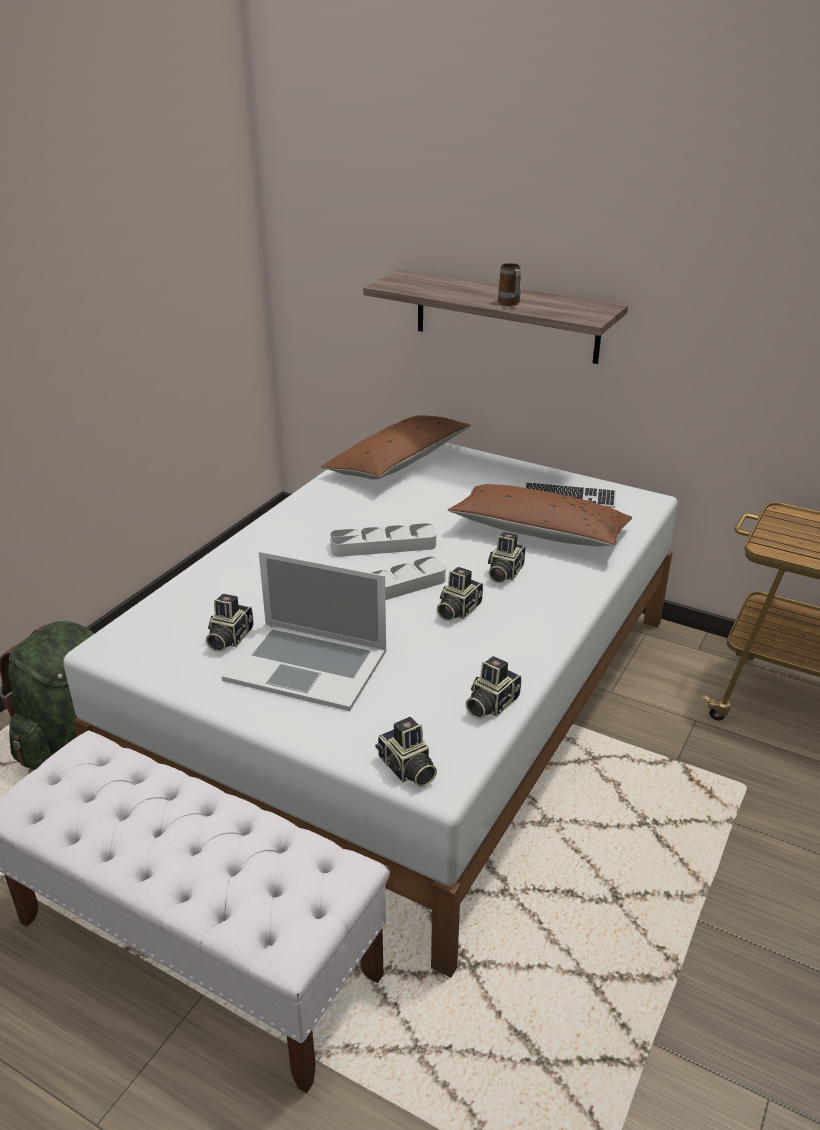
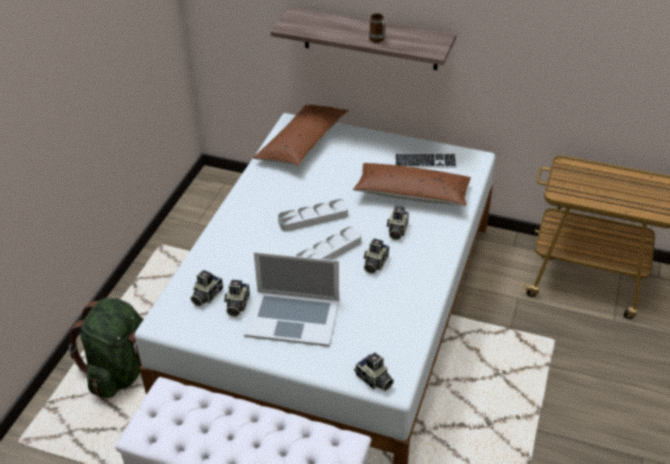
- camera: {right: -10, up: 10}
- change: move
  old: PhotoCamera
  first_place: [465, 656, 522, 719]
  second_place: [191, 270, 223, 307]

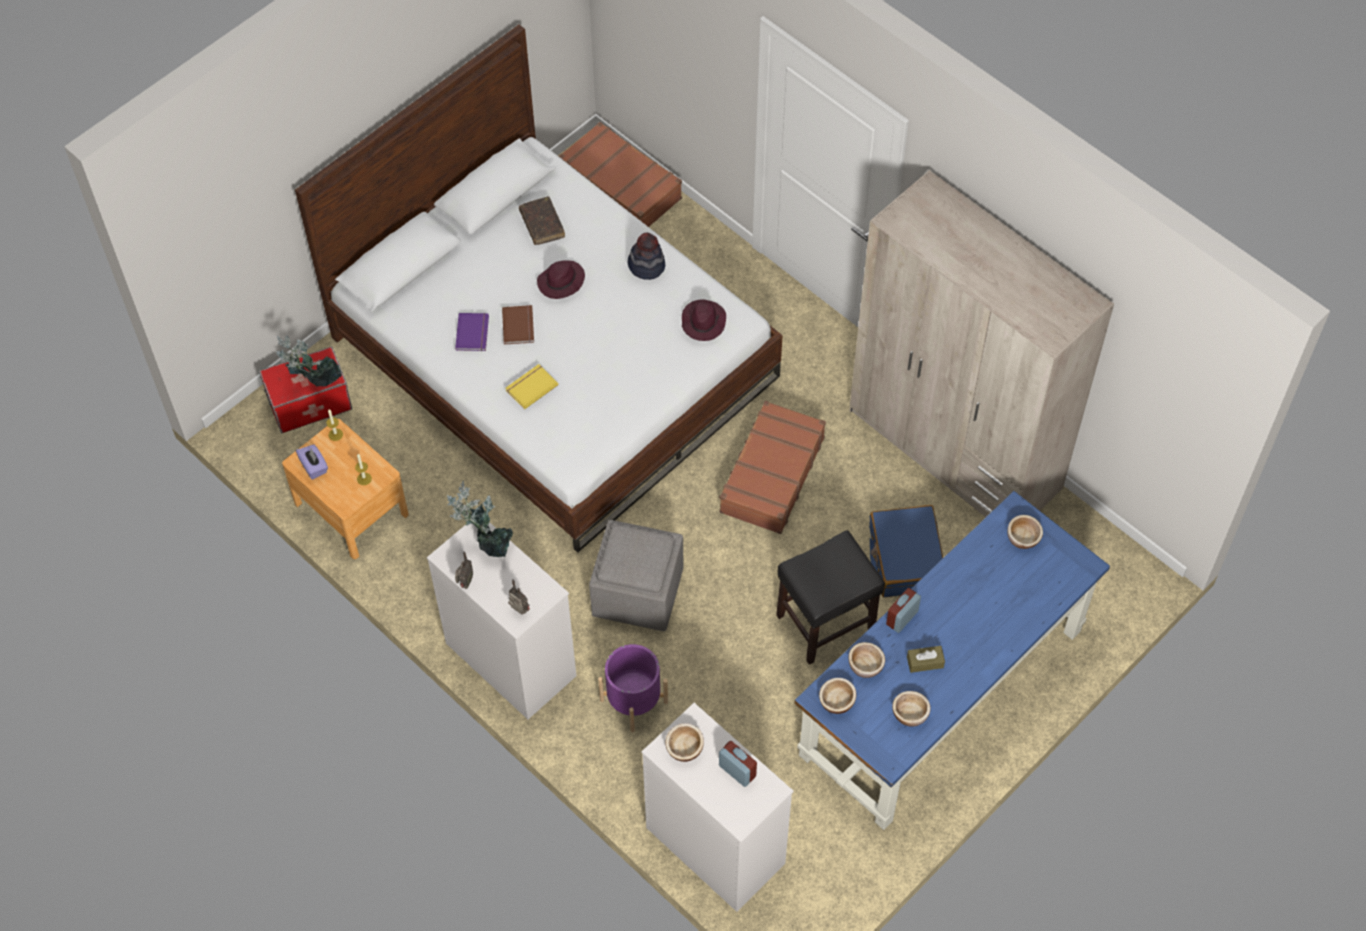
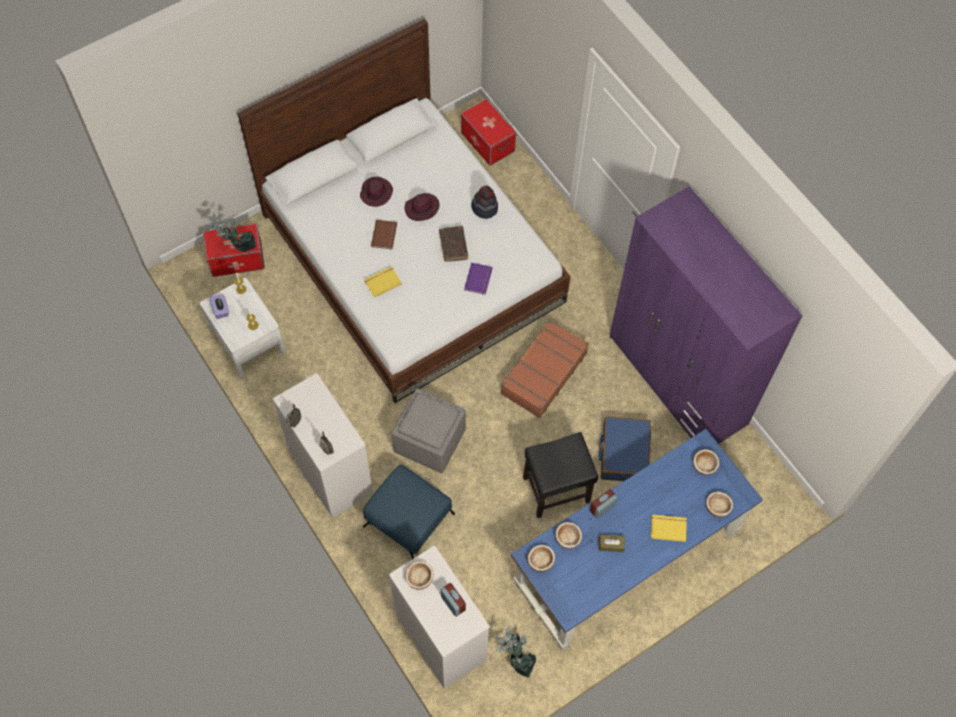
- camera: {right: 10, up: 5}
- change: recolor
  old: BrownNightstand
  new: WhiteNightstand
  first_place: [282, 419, 409, 559]
  second_place: [200, 278, 285, 377]
- change: move
  old: PurpleHat
  first_place: [682, 300, 726, 341]
  second_place: [360, 177, 393, 207]
- change: replace
  old: PurplePlanter
  new: BlueOttoman
  first_place: [598, 644, 668, 732]
  second_place: [363, 465, 455, 559]
- change: move
  old: BrownBook
  first_place: [519, 196, 565, 245]
  second_place: [439, 226, 468, 262]
- change: replace
  old: BrownSuitcase
  new: StorageBox
  first_place: [559, 122, 682, 227]
  second_place: [461, 98, 517, 166]
- change: move
  old: PurpleBook
  first_place: [455, 313, 489, 351]
  second_place: [464, 263, 493, 295]
- change: move
  old: PottedPlant
  first_place: [447, 481, 513, 557]
  second_place: [495, 625, 536, 678]
- change: recolor
  old: BeigeWardrobe
  new: PurpleWardrobe
  first_place: [850, 170, 1114, 517]
  second_place: [610, 186, 803, 444]
- change: insert
  new: YellowBook
  second_place: [651, 515, 687, 542]
- change: move
  old: Bowl
  first_place: [892, 691, 931, 727]
  second_place: [706, 492, 733, 517]

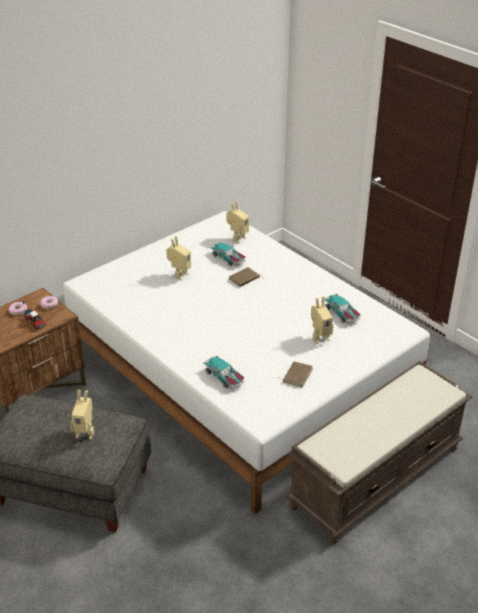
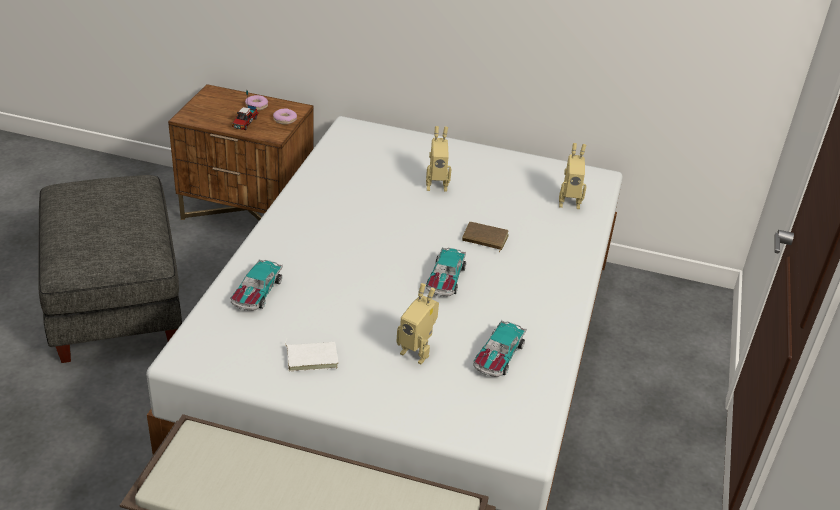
- camera: {right: 55, up: 0}
- change: recolor
  old: BrownBook
  new: WhiteBook
  first_place: [277, 361, 313, 387]
  second_place: [285, 339, 339, 371]
- change: move
  old: ToyCar
  first_place: [210, 242, 246, 266]
  second_place: [426, 247, 466, 296]
- change: delete
  old: ToyRobot
  first_place: [70, 390, 94, 440]

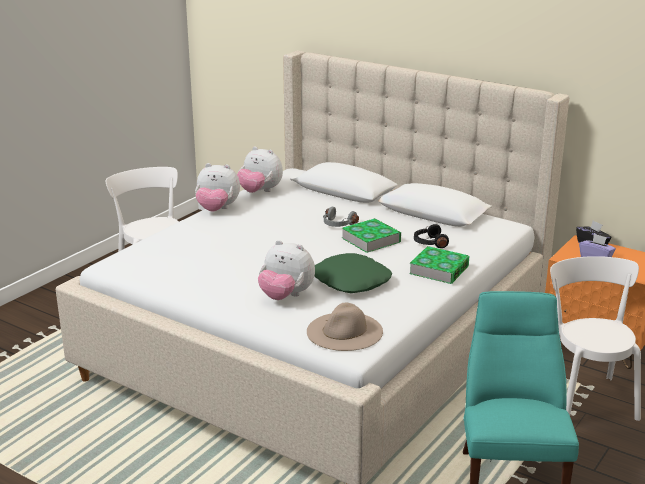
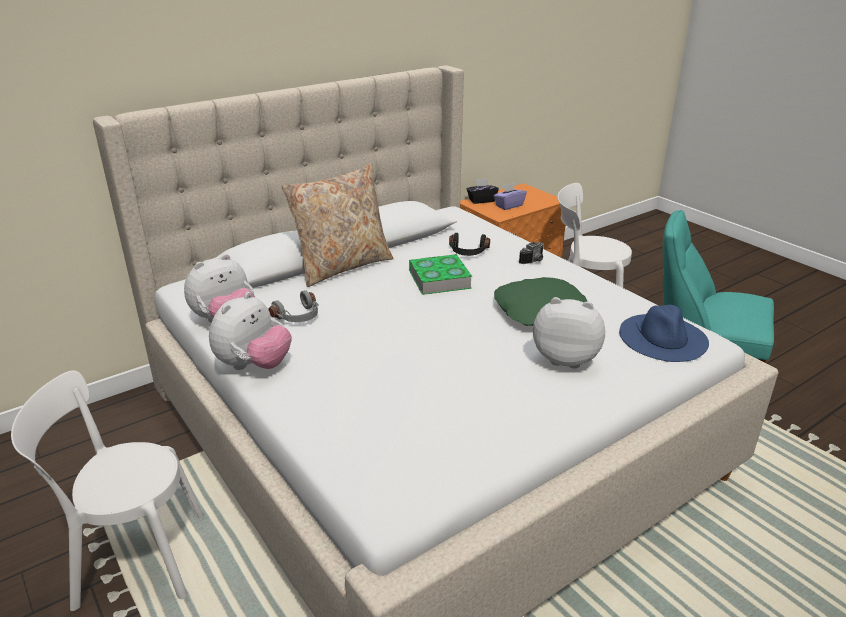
- camera: {right: -70, up: 5}
- change: move
  old: GreyHeadphones
  first_place: [323, 206, 359, 227]
  second_place: [268, 290, 319, 322]
- change: insert
  new: BeigePillow
  second_place: [281, 164, 393, 287]
- change: replace
  old: Book
  new: PhotoCamera
  first_place: [409, 246, 469, 284]
  second_place: [519, 242, 543, 264]
- change: rotate
  old: PlushToy
  first_place: [258, 240, 315, 300]
  second_place: [533, 297, 605, 368]
  degrees: -120
- change: recolor
  old: BeigeHat
  new: BlueHat
  first_place: [307, 303, 383, 351]
  second_place: [619, 305, 709, 362]

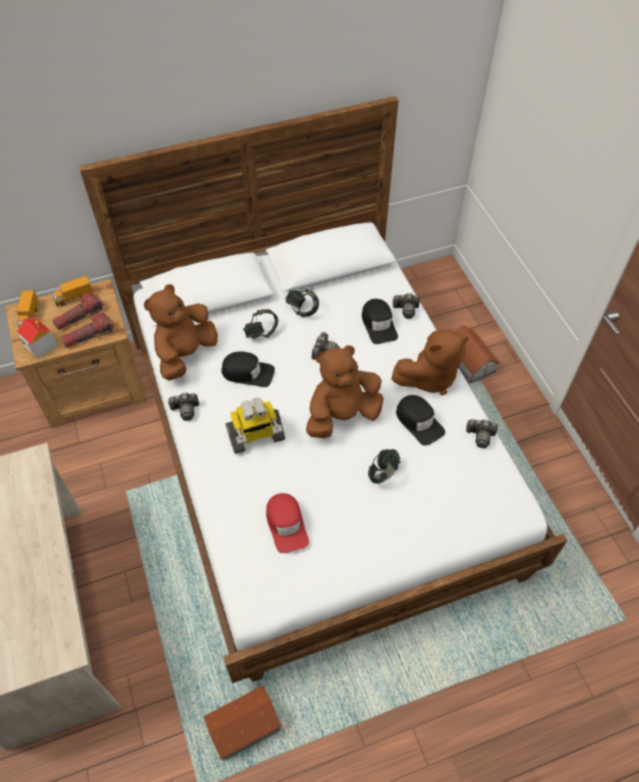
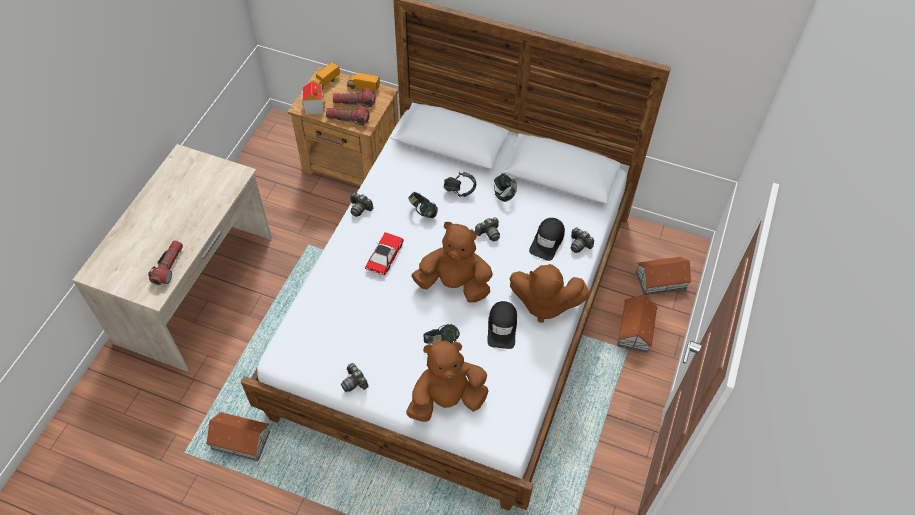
- camera: {right: 40, up: 0}
- change: insert
  new: Flashlight
  second_place: [148, 240, 183, 285]
- change: move
  old: PhotoCamera
  first_place: [466, 419, 498, 448]
  second_place: [341, 363, 369, 392]
- change: replace
  old: ToyRobot
  new: ToyCar
  first_place: [225, 398, 285, 454]
  second_place: [365, 232, 404, 276]
- change: move
  old: BrownPlushToy
  first_place: [144, 284, 218, 381]
  second_place: [406, 340, 488, 422]
- change: replace
  old: BlackCap
  new: Headphones
  first_place: [221, 352, 275, 387]
  second_place: [408, 192, 438, 218]
- change: insert
  new: ToyHouse
  second_place: [636, 257, 691, 295]
- change: delete
  old: RedCap
  first_place: [266, 493, 309, 553]

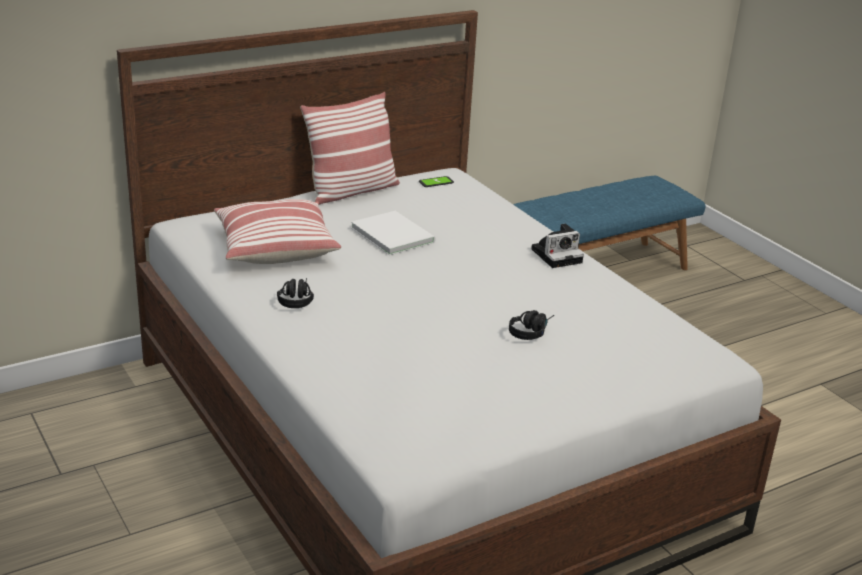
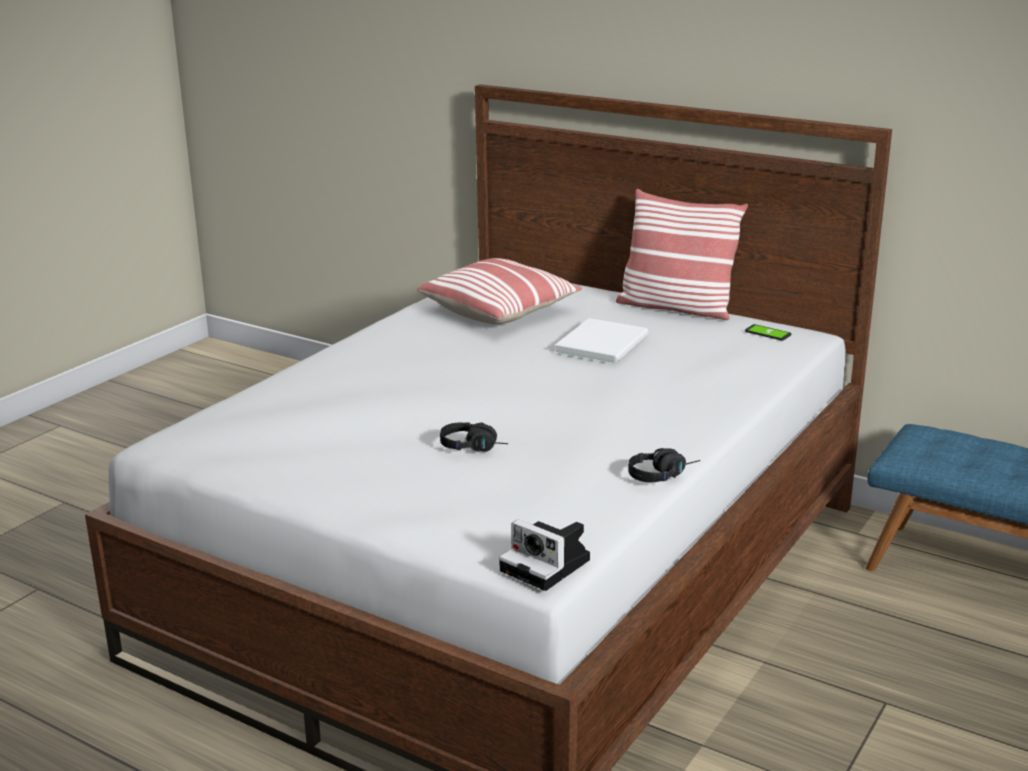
- camera: {right: 65, up: -5}
- change: move
  old: PhotoCamera
  first_place: [531, 224, 584, 268]
  second_place: [499, 519, 590, 591]
- change: move
  old: BlackHeadphones
  first_place: [277, 278, 314, 308]
  second_place: [628, 448, 701, 482]

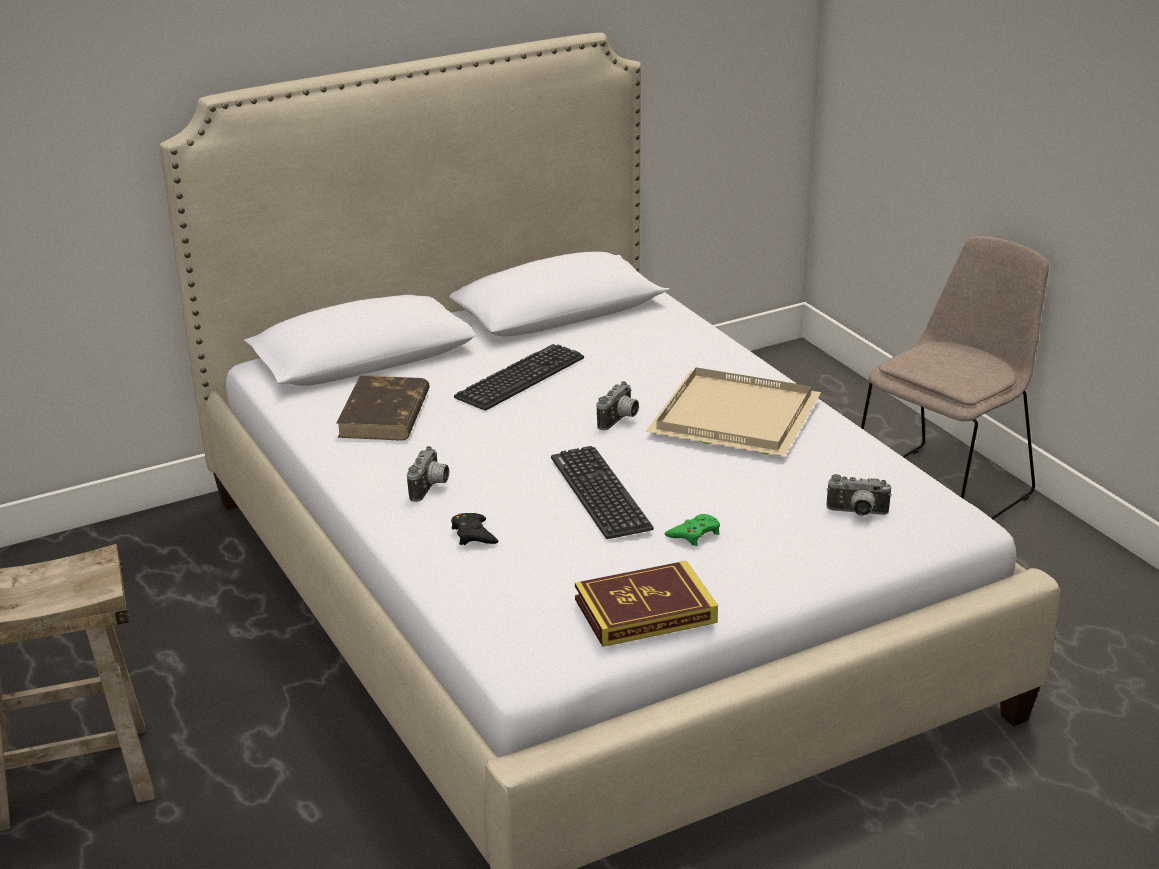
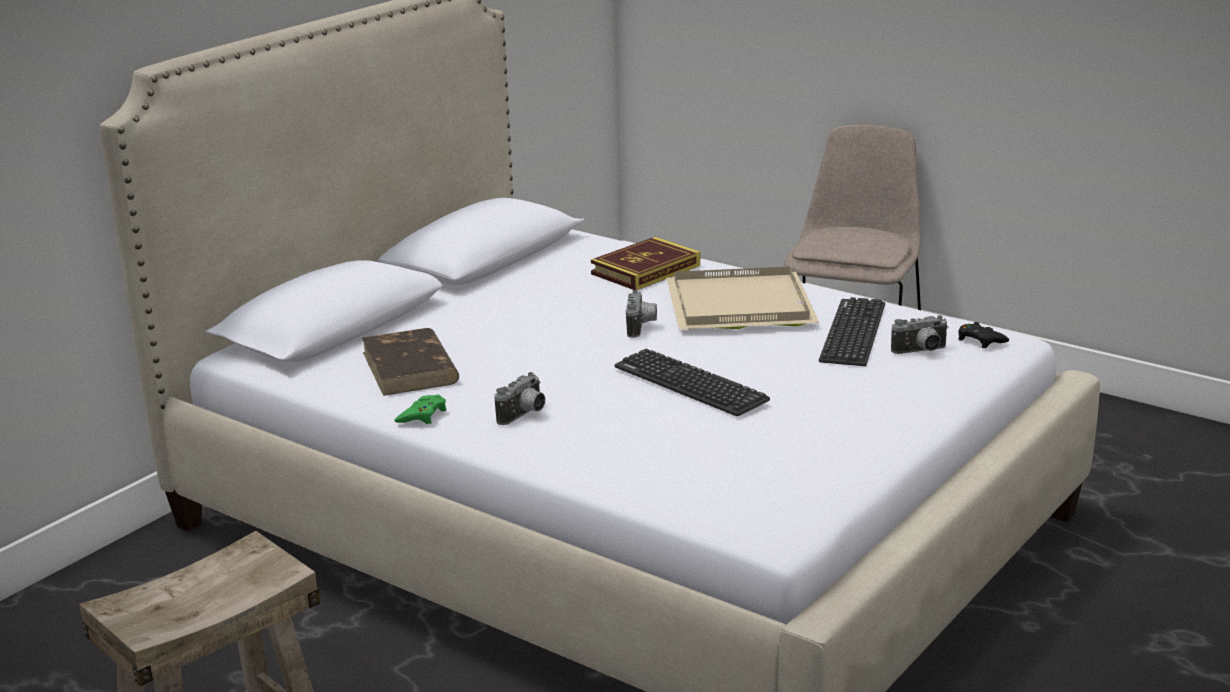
- camera: {right: -25, up: -5}
- change: move
  old: GreenGameController
  first_place: [665, 514, 720, 546]
  second_place: [394, 395, 446, 424]
- change: rotate
  old: PhotoCamera
  first_place: [407, 446, 449, 502]
  second_place: [494, 372, 545, 425]
  degrees: 45
- change: move
  old: Book
  first_place: [575, 561, 718, 647]
  second_place: [591, 237, 700, 290]
- change: move
  old: Keyboard
  first_place: [454, 344, 584, 411]
  second_place: [819, 297, 885, 366]
- change: move
  old: BlackGameController
  first_place: [451, 513, 498, 545]
  second_place: [958, 322, 1009, 348]

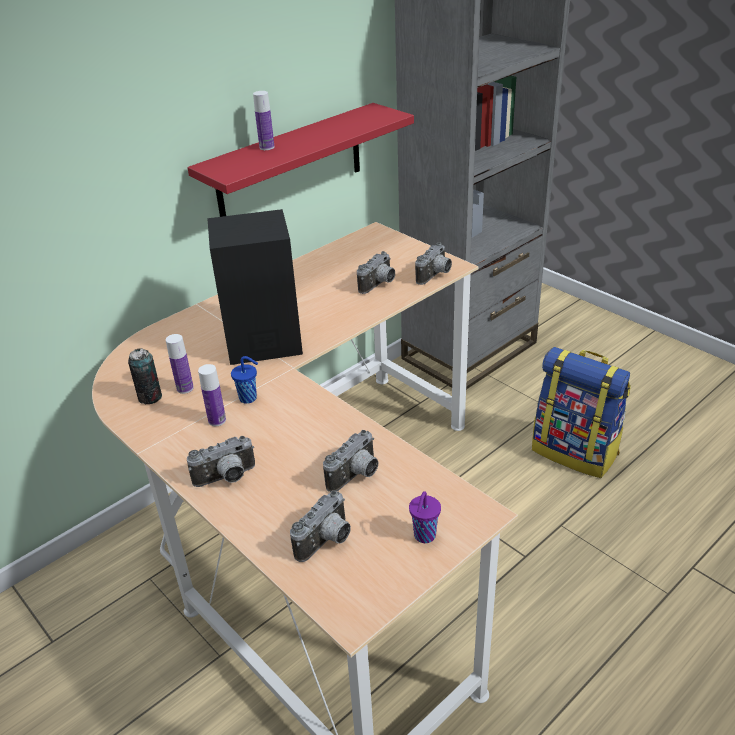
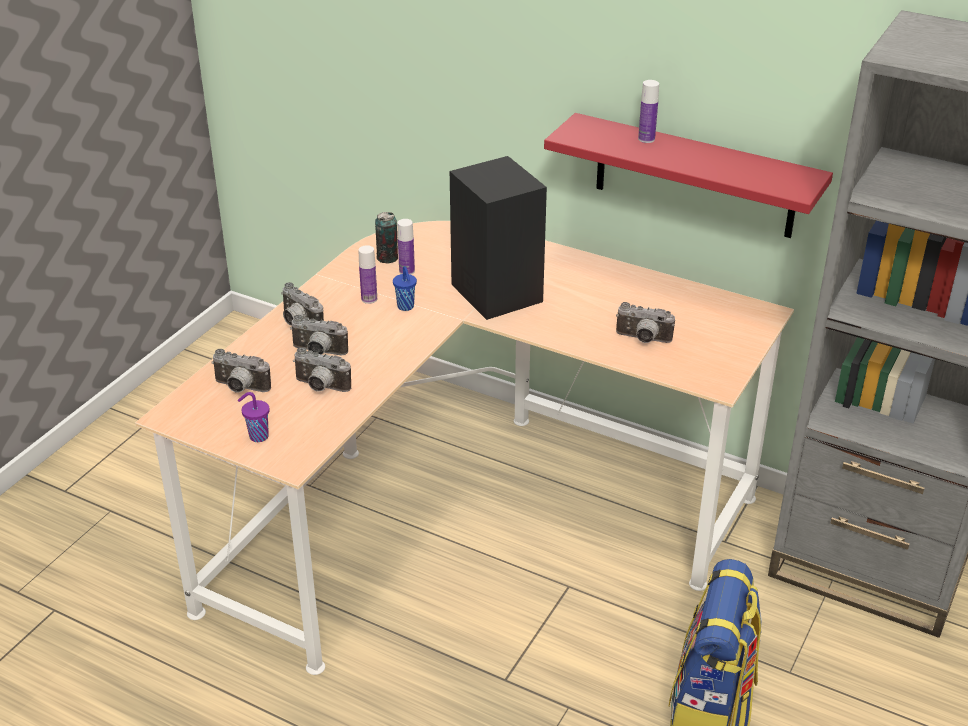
- camera: {right: 70, up: 0}
- change: move
  old: PhotoCamera
  first_place: [415, 242, 452, 285]
  second_place: [290, 315, 348, 355]

